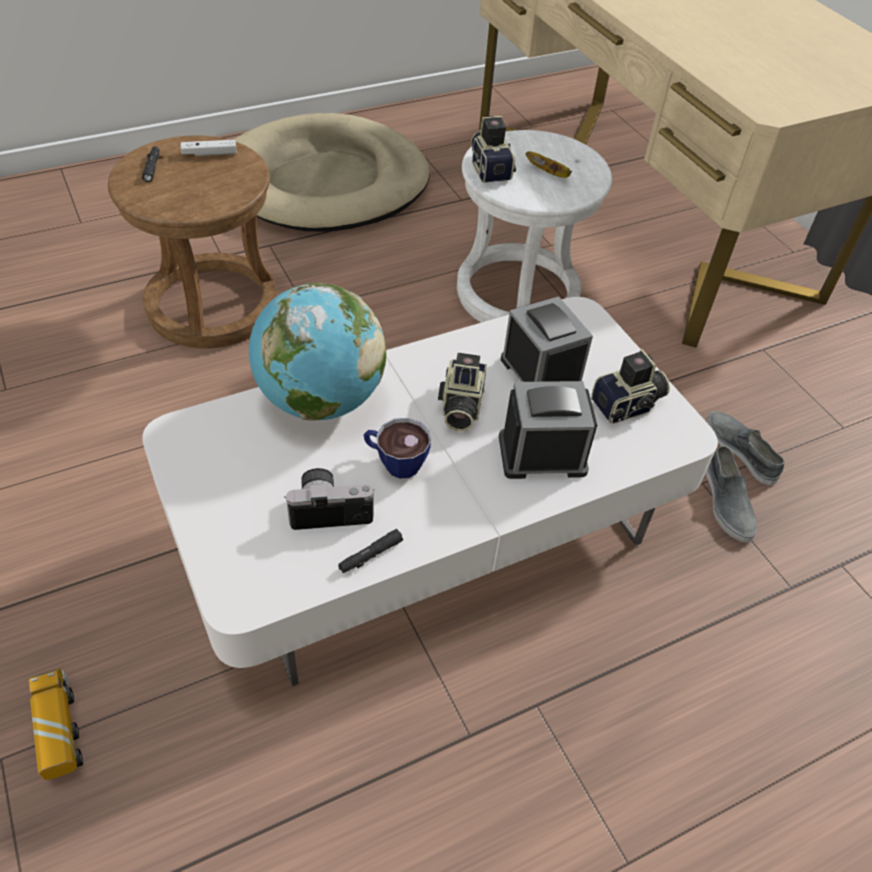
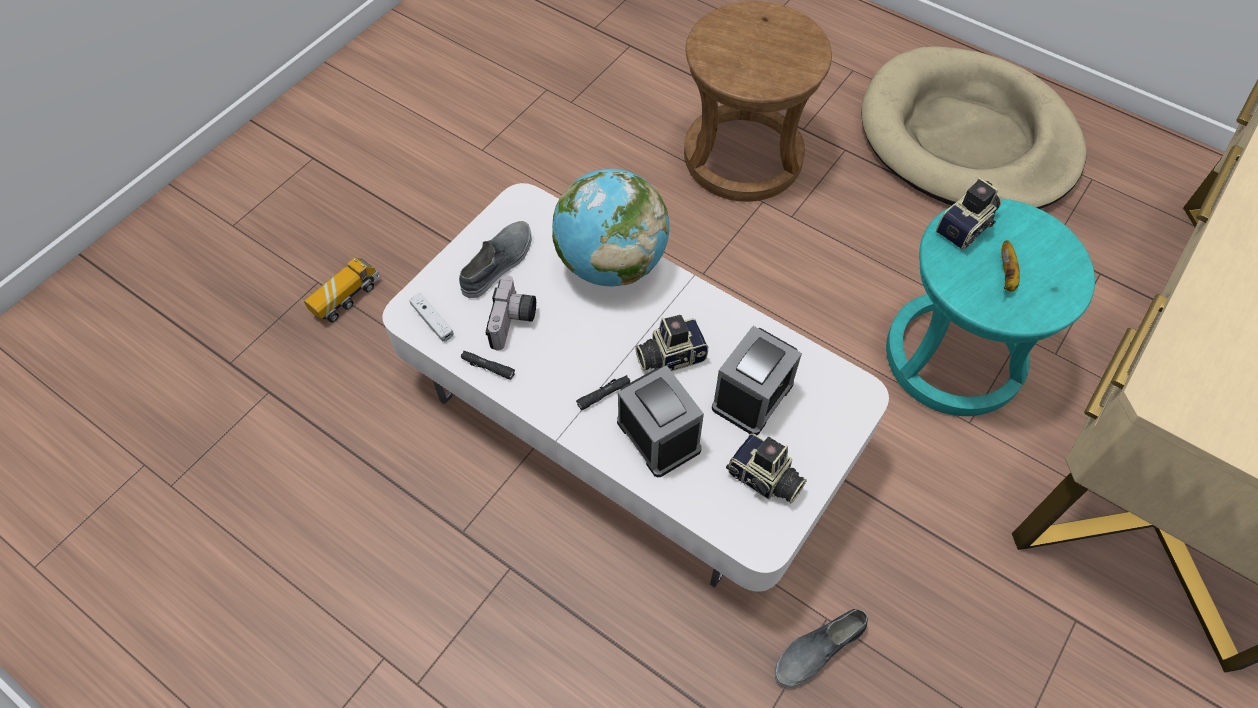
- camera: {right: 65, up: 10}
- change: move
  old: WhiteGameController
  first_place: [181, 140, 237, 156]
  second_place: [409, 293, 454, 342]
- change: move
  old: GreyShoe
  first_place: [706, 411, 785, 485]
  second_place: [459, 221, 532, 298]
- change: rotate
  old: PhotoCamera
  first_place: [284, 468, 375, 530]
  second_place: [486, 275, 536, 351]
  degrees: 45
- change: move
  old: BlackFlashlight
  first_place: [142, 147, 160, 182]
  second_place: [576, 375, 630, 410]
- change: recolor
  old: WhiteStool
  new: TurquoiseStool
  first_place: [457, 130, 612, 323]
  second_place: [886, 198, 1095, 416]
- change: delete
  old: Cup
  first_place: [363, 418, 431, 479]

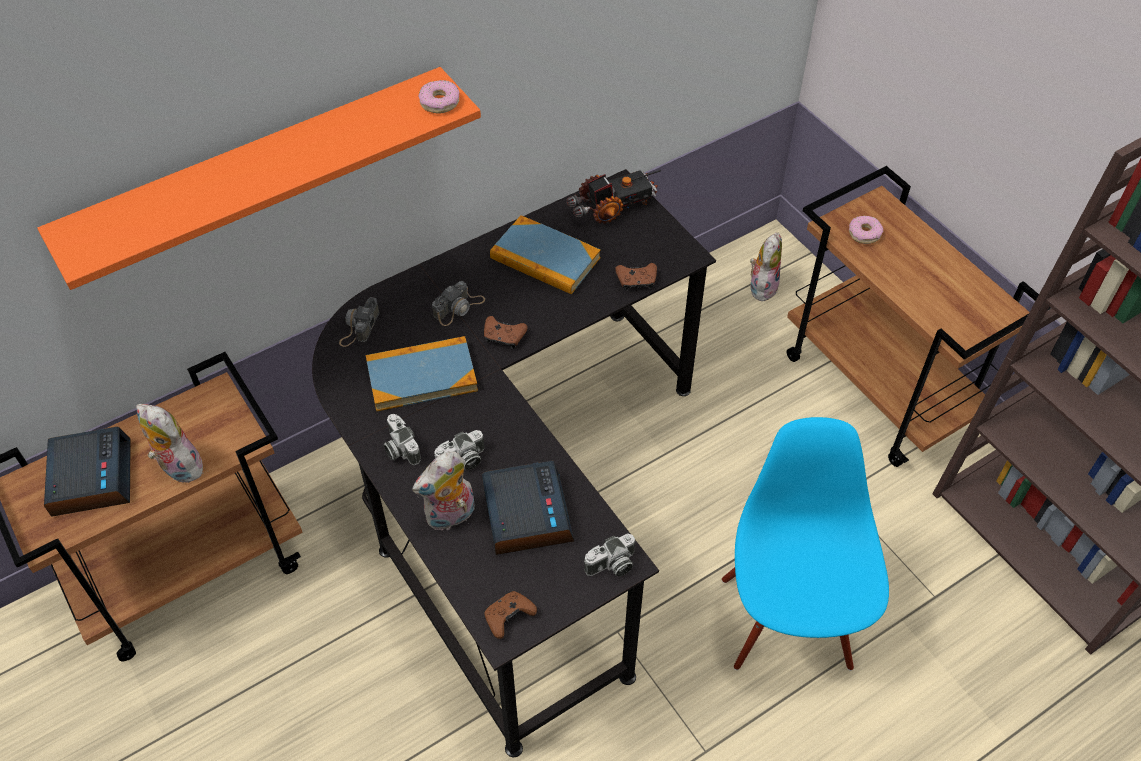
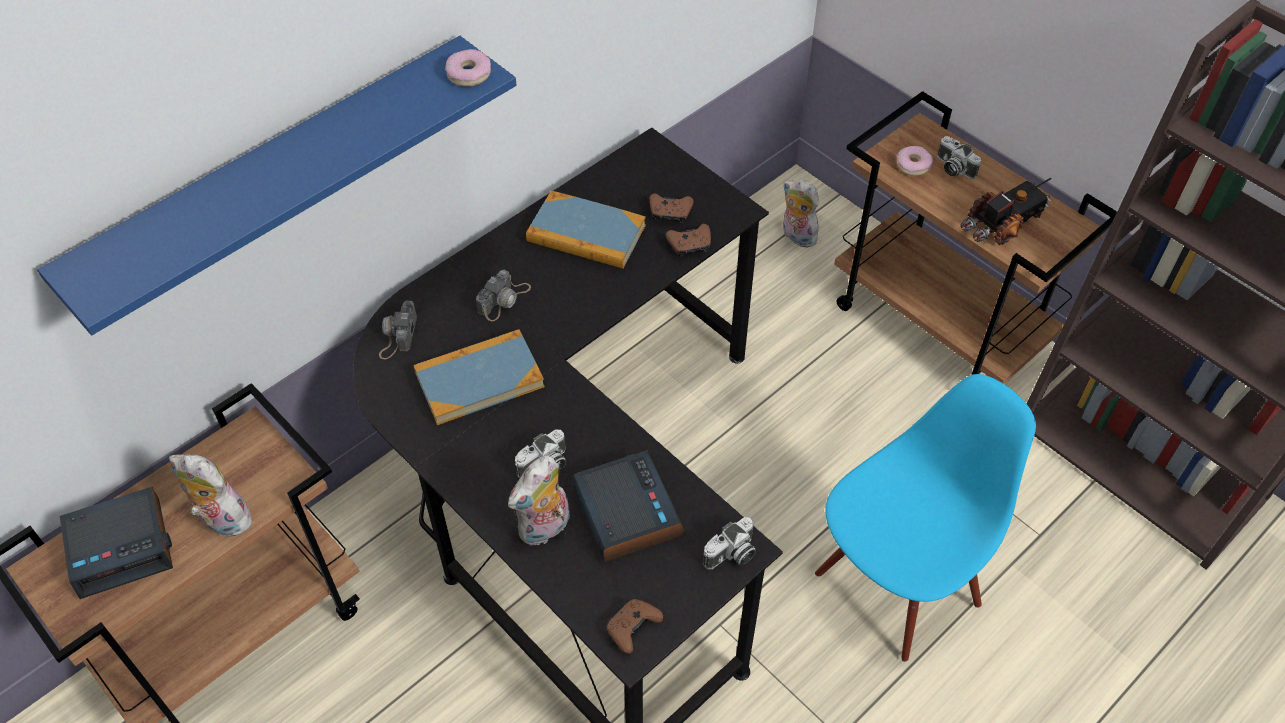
- camera: {right: -10, up: 0}
- change: recolor
  old: OrangeShelf
  new: BlueShelf
  first_place: [37, 67, 481, 290]
  second_place: [37, 36, 516, 335]
- change: rotate
  old: AlarmClock
  first_place: [44, 427, 131, 517]
  second_place: [60, 487, 173, 599]
  degrees: 90
- change: move
  old: BrownGameController
  first_place: [484, 316, 528, 349]
  second_place: [649, 193, 694, 223]
- change: rotate
  old: PlushToy
  first_place: [750, 233, 782, 301]
  second_place: [783, 179, 819, 247]
  degrees: -60
- change: rotate
  old: BlueChair
  first_place: [722, 417, 889, 671]
  second_place: [815, 374, 1036, 662]
  degrees: 60
- change: move
  old: PhotoCamera
  first_place: [384, 414, 421, 466]
  second_place: [937, 136, 981, 179]
- change: move
  old: ToyTruck
  first_place: [566, 170, 661, 224]
  second_place: [961, 178, 1052, 245]

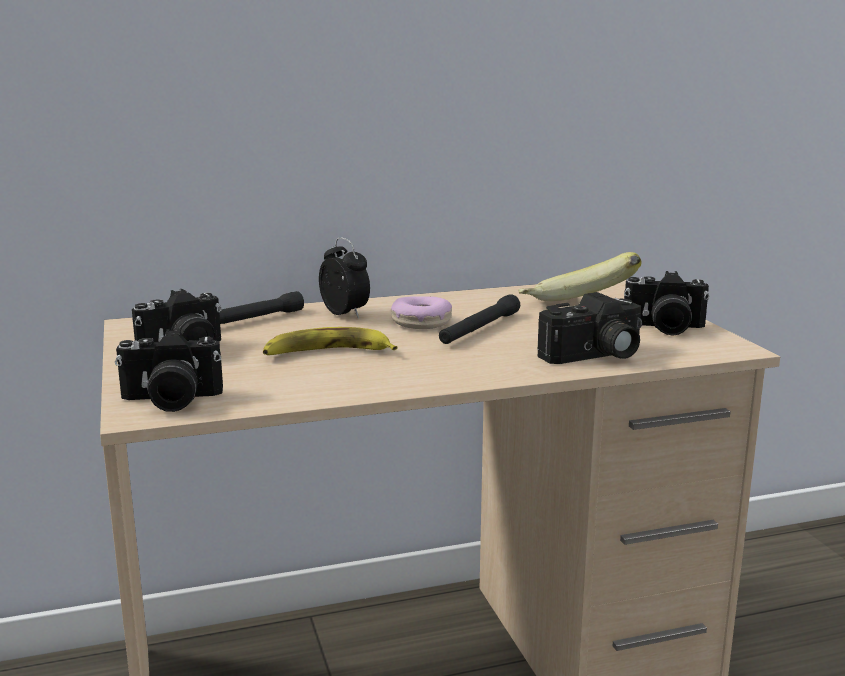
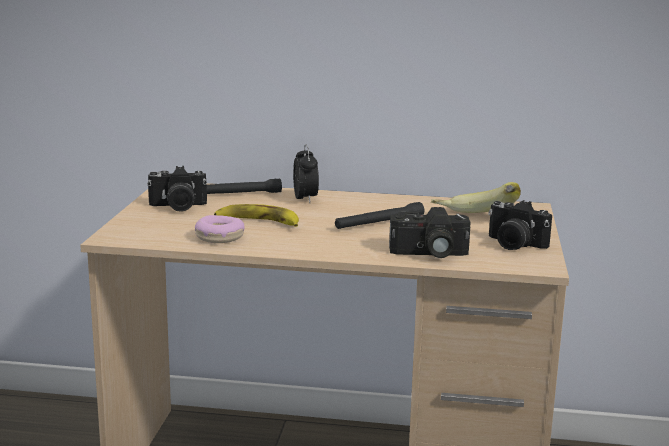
- camera: {right: 25, up: 0}
- change: move
  old: Donut
  first_place: [391, 296, 452, 329]
  second_place: [195, 215, 245, 243]
- change: delete
  old: PhotoCamera
  first_place: [115, 329, 223, 412]

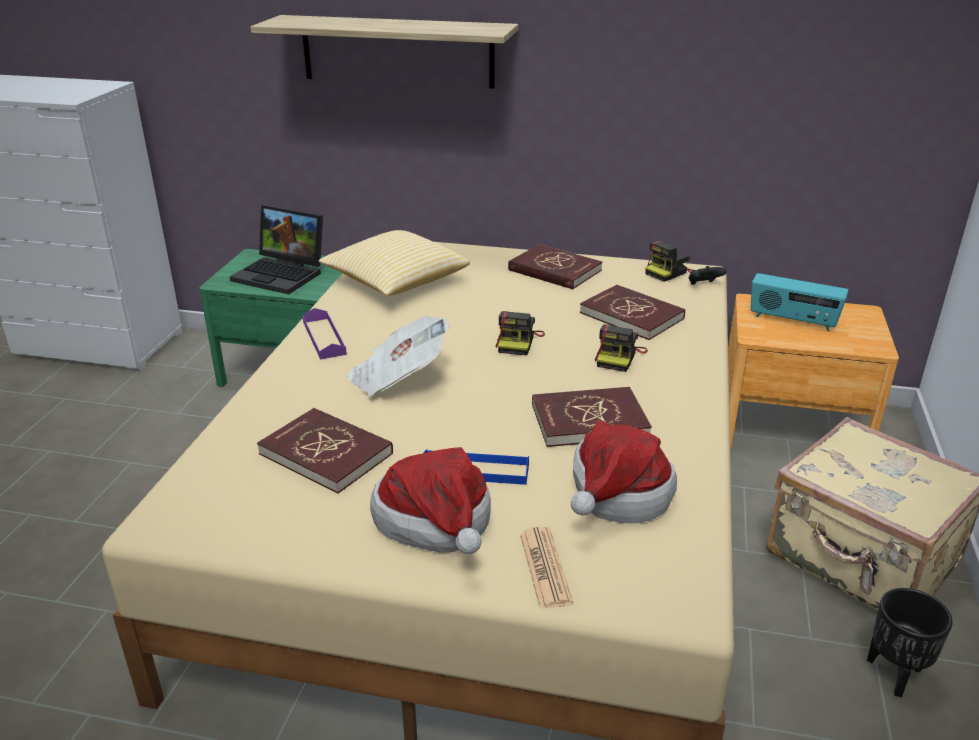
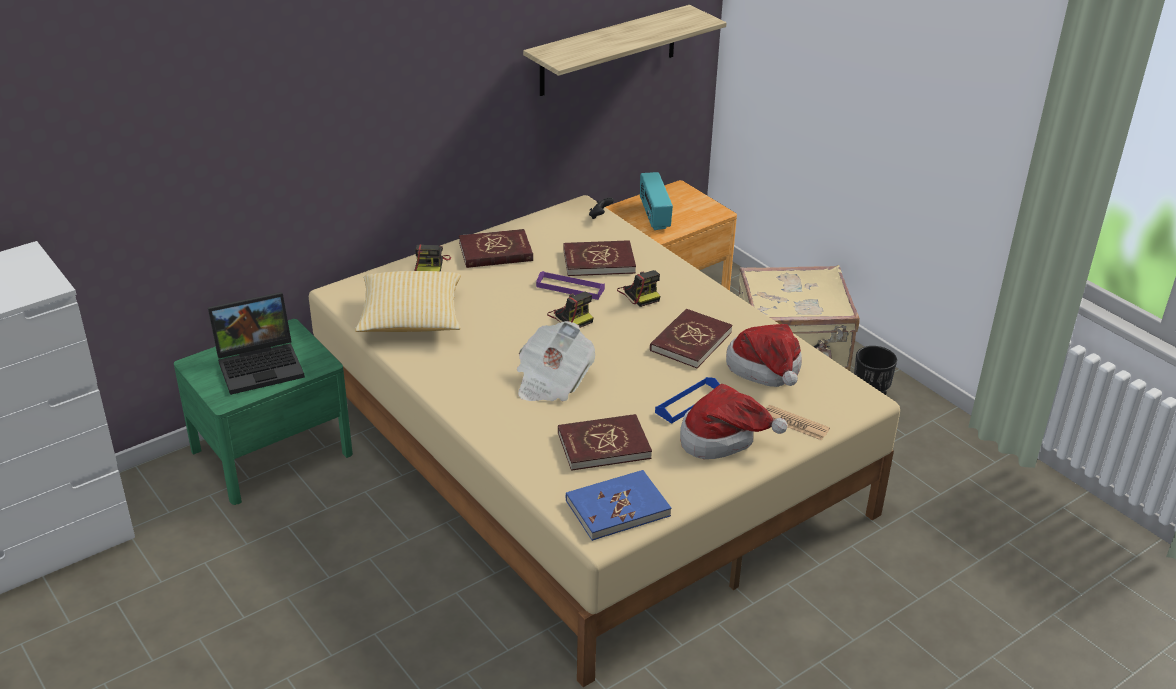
- camera: {right: -50, up: 5}
- change: move
  old: PhotoCamera
  first_place: [646, 240, 695, 282]
  second_place: [414, 244, 451, 271]
- change: move
  old: Shelf
  first_place: [250, 15, 518, 89]
  second_place: [523, 5, 727, 96]
- change: move
  old: PurpleTray
  first_place: [302, 308, 347, 360]
  second_place: [536, 271, 605, 300]
- change: insert
  new: BlueBook
  second_place: [566, 470, 672, 541]
- change: rotate
  old: Radio
  first_place: [751, 273, 849, 331]
  second_place: [640, 172, 673, 230]
  degrees: 105

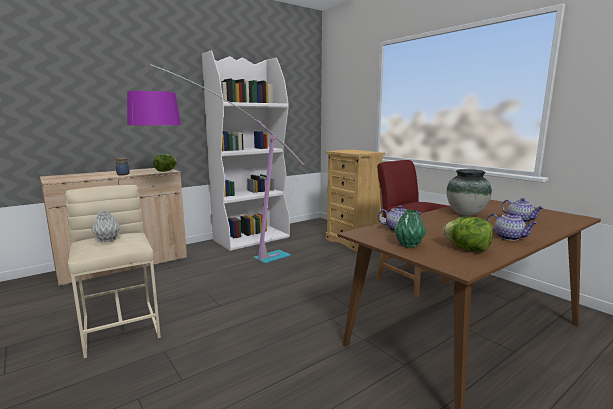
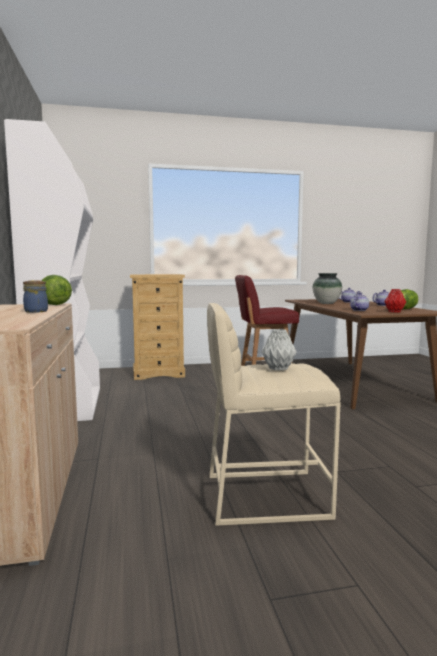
- camera: {right: -65, up: -5}
- change: recolor
  old: GreenVase
  new: RedVase
  first_place: [394, 210, 426, 248]
  second_place: [384, 289, 406, 313]
- change: delete
  old: FloorLamp
  first_place: [127, 64, 305, 263]

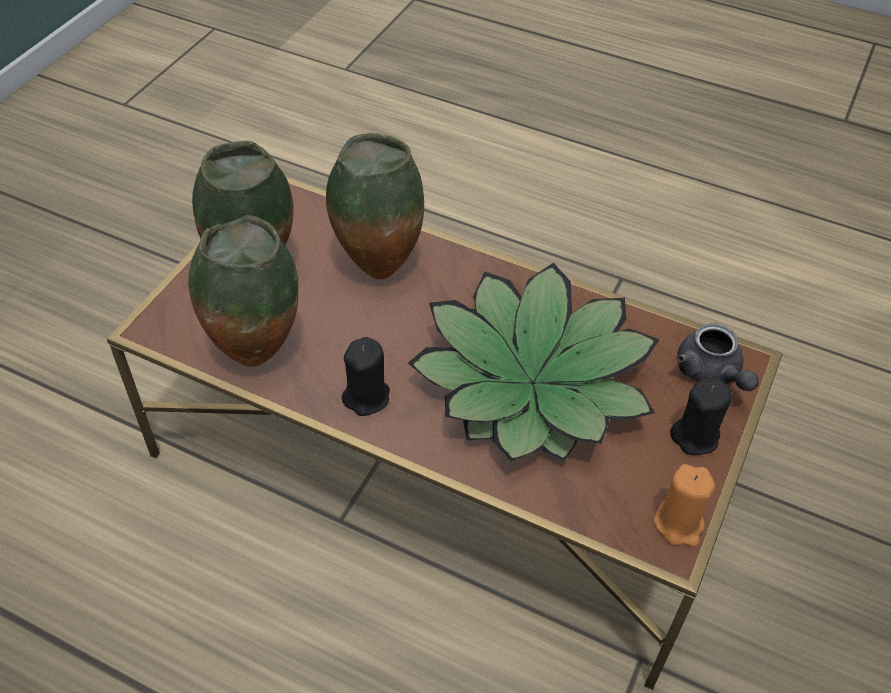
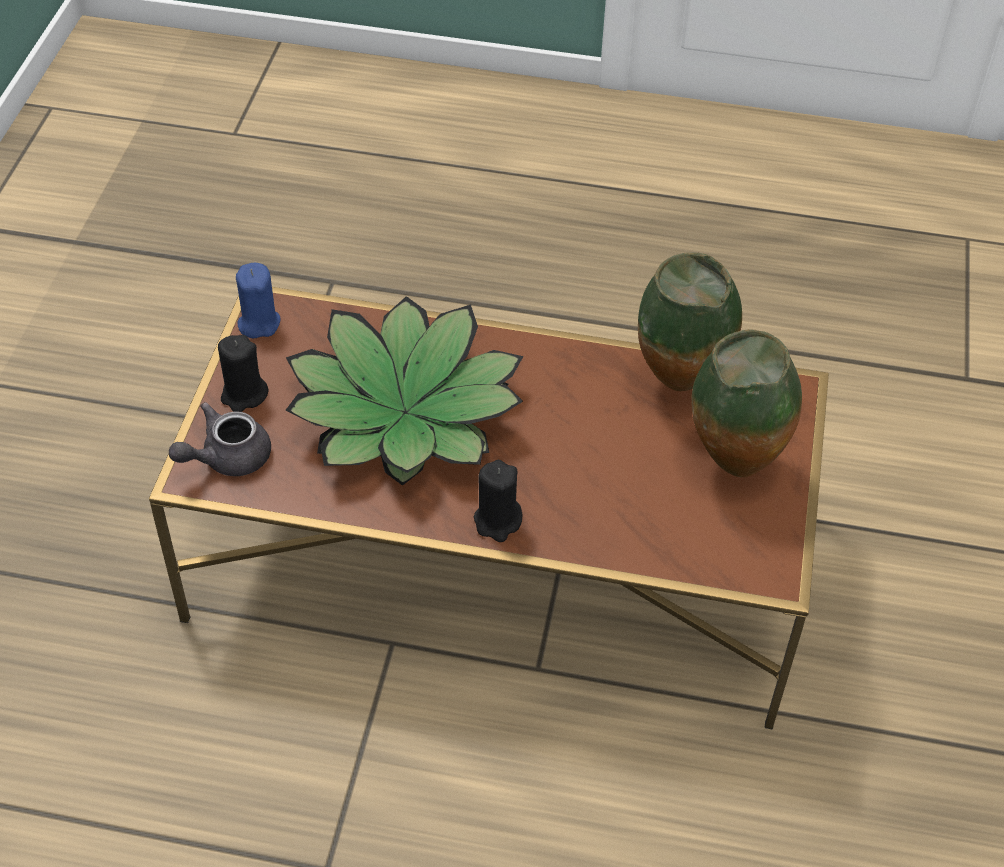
- camera: {right: 165, up: 0}
- change: rotate
  old: GreyTeapot
  first_place: [678, 323, 759, 391]
  second_place: [169, 402, 271, 476]
  degrees: -90
- change: recolor
  old: OrangeCandle
  new: BlueCandle
  first_place: [654, 464, 715, 547]
  second_place: [236, 263, 280, 338]
- change: move
  old: BlackCandle
  first_place: [342, 337, 390, 416]
  second_place: [474, 460, 523, 542]
- change: delete
  old: Vase
  first_place: [326, 133, 424, 279]

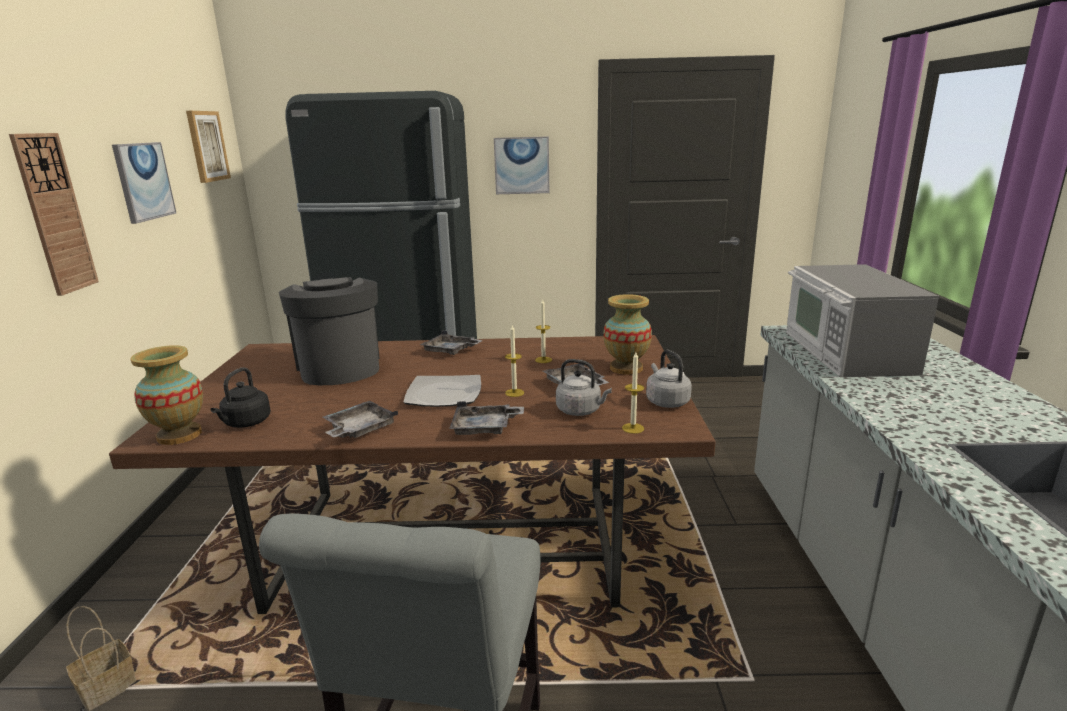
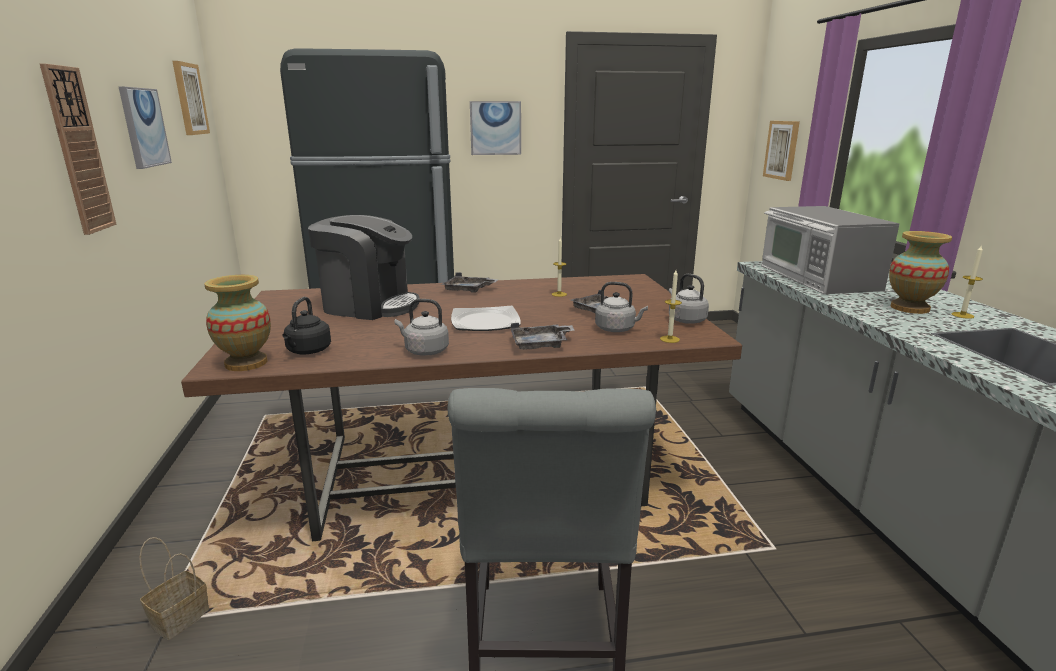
- camera: {right: -10, up: 0}
- change: rotate
  old: CoffeeMachine
  first_place: [279, 277, 380, 385]
  second_place: [308, 215, 420, 320]
  degrees: 135
- change: replace
  old: GreyTray
  new: GreyKettle
  first_place: [323, 401, 398, 438]
  second_place: [395, 299, 449, 356]
- change: insert
  new: Picture
  second_place: [763, 121, 800, 181]
- change: move
  old: Vase
  first_place: [603, 294, 652, 375]
  second_place: [889, 231, 952, 314]
- change: move
  old: Candle
  first_place: [505, 325, 524, 397]
  second_place: [951, 245, 983, 319]

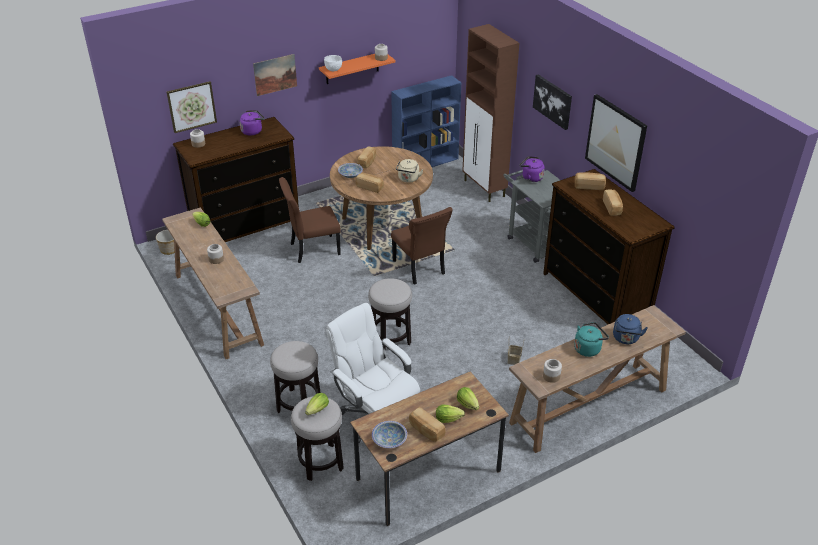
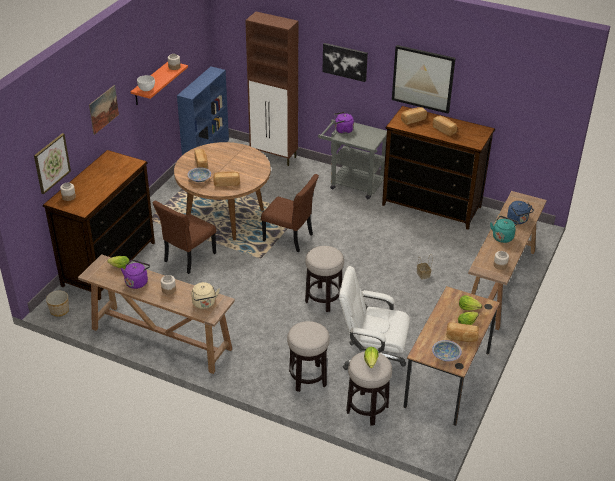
- camera: {right: -35, up: 0}
- change: move
  old: PurpleKettle
  first_place: [240, 110, 265, 136]
  second_place: [121, 260, 150, 289]
- change: move
  old: BeigeKettle
  first_place: [396, 159, 424, 183]
  second_place: [191, 282, 220, 309]

